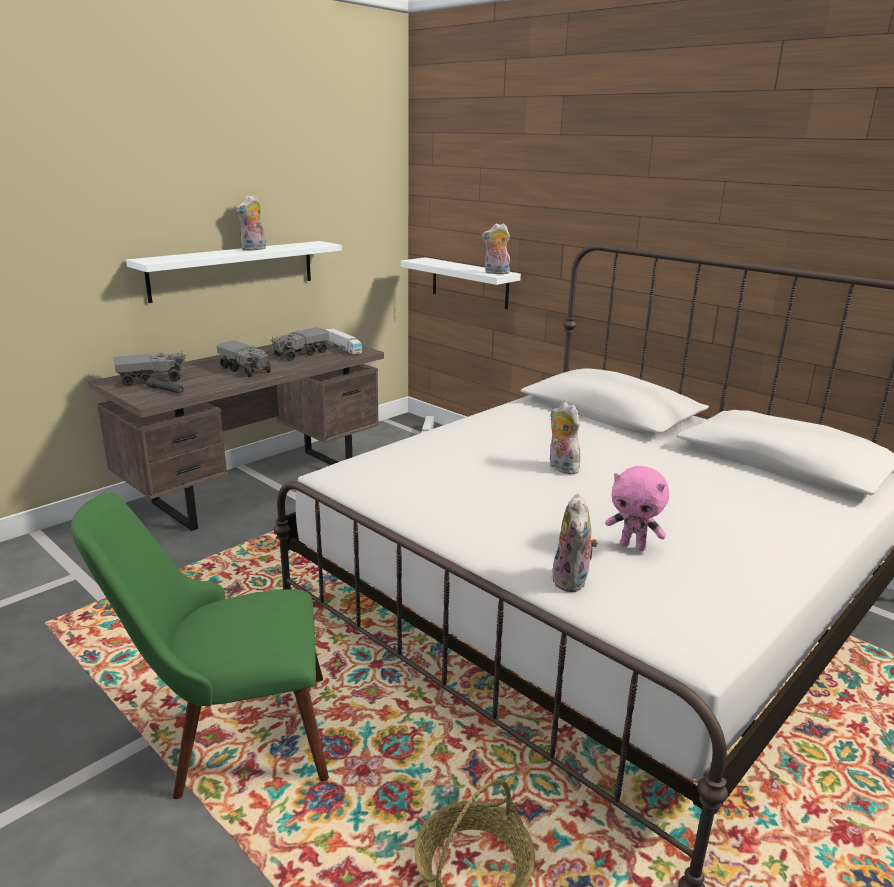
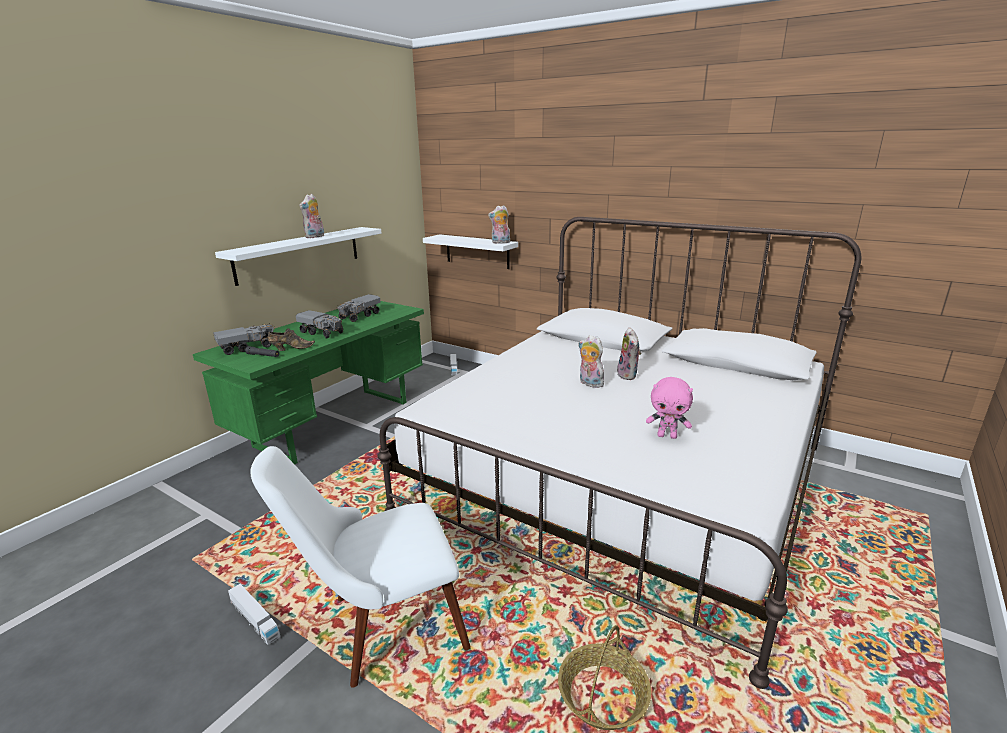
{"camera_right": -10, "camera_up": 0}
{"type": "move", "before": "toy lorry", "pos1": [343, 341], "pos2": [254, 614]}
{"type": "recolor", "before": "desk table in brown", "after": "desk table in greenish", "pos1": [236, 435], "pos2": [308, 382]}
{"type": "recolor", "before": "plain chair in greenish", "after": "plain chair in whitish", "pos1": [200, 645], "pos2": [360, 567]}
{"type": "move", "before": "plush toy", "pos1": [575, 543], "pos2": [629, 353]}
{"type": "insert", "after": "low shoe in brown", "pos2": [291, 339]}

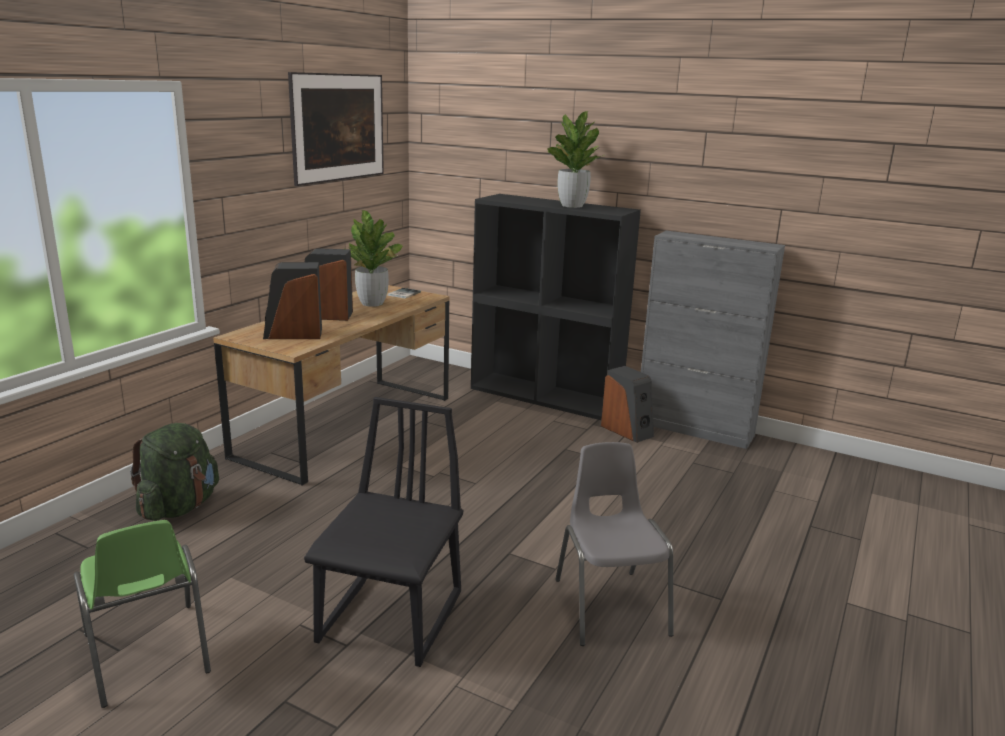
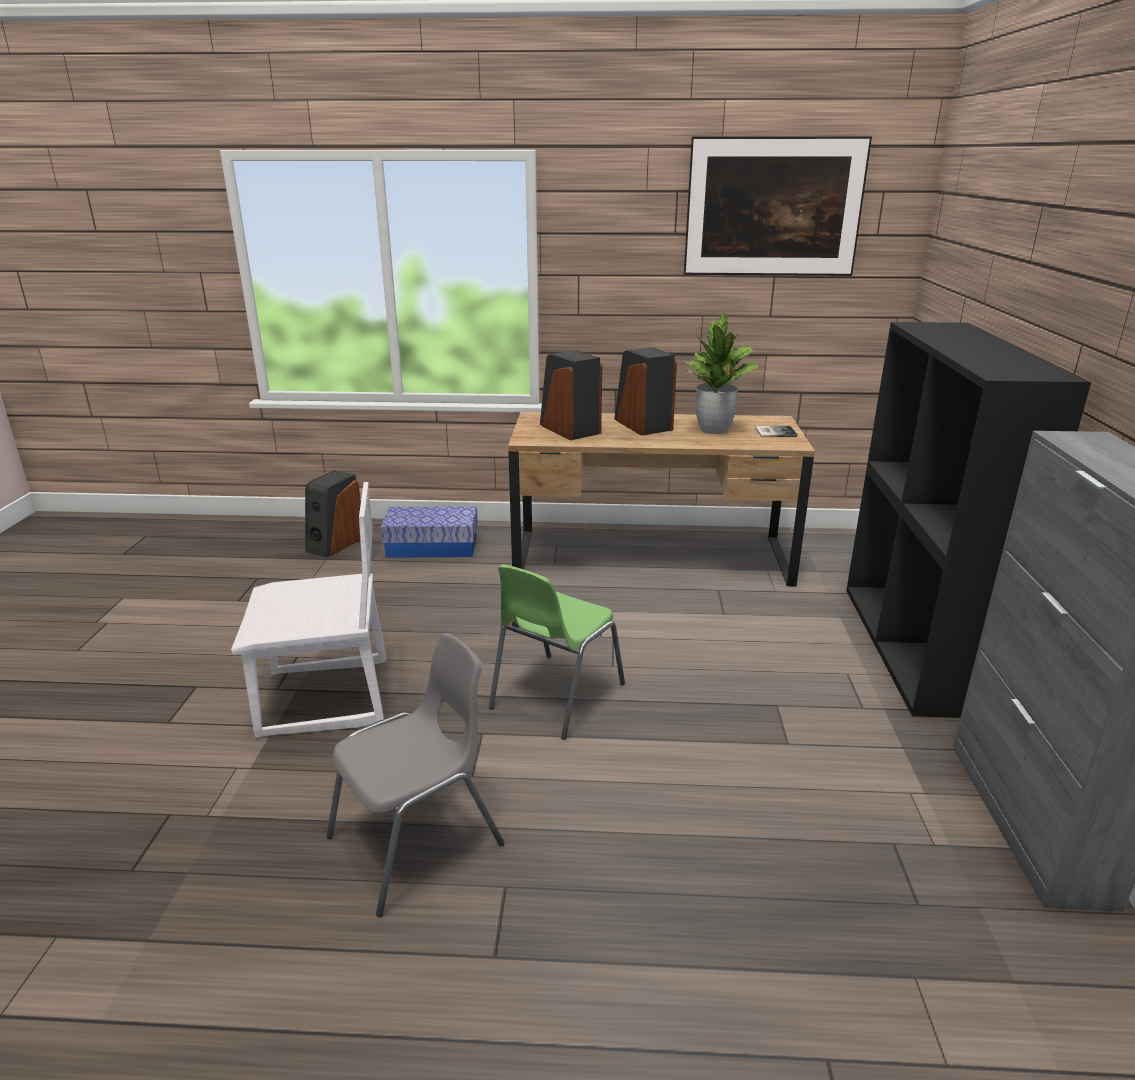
{"camera_right": 65, "camera_up": 5}
{"type": "delete", "before": "potted plant", "pos1": [575, 159]}
{"type": "move", "before": "speaker", "pos1": [627, 404], "pos2": [333, 514]}
{"type": "recolor", "before": "plain chair in black-coloured", "after": "plain chair in whitish", "pos1": [383, 532], "pos2": [308, 610]}
{"type": "replace", "before": "backpack in greenish", "after": "storage box", "pos1": [174, 472], "pos2": [429, 532]}
{"type": "move", "before": "plain chair in greenish", "pos1": [142, 614], "pos2": [557, 652]}

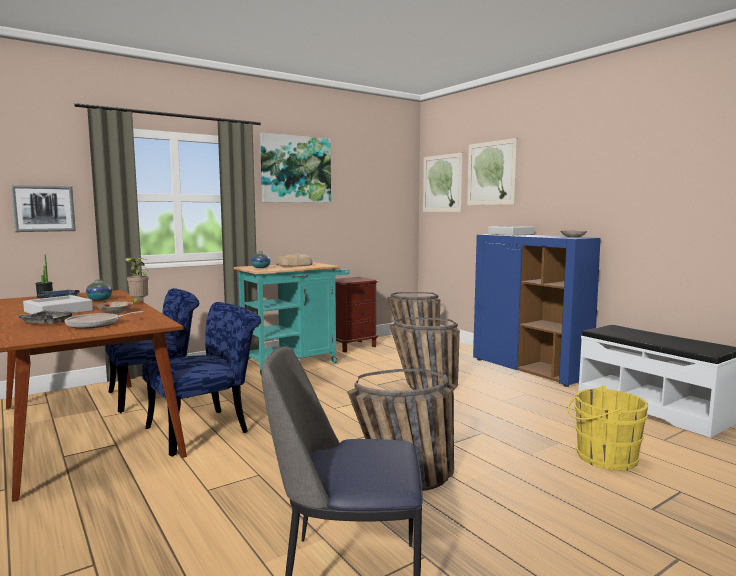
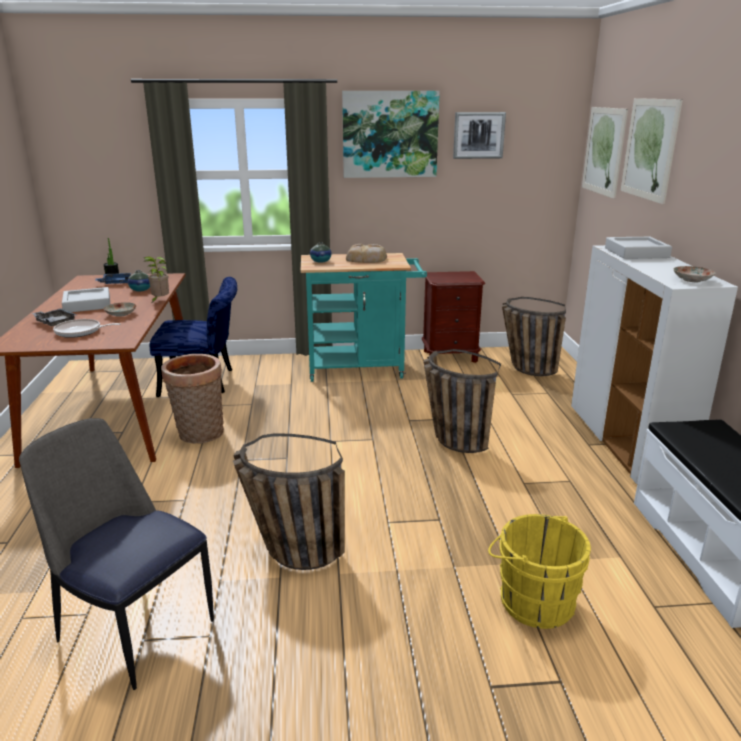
{"camera_right": 30, "camera_up": 15}
{"type": "move", "before": "wall art", "pos1": [43, 208], "pos2": [479, 135]}
{"type": "recolor", "before": "storage cabinet in blue-coloured", "after": "storage cabinet in whitish", "pos1": [537, 310], "pos2": [654, 364]}
{"type": "replace", "before": "plain chair in blue-coloured", "after": "basket", "pos1": [201, 379], "pos2": [192, 399]}

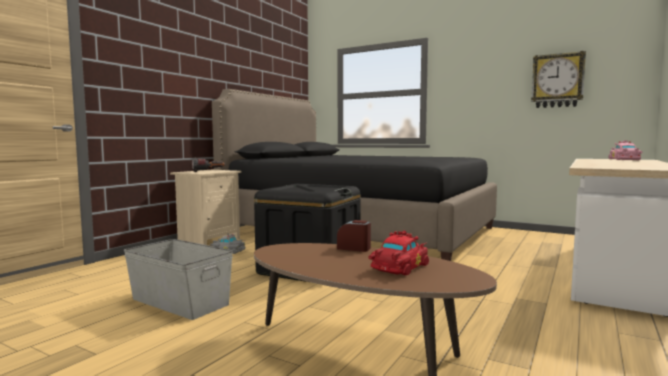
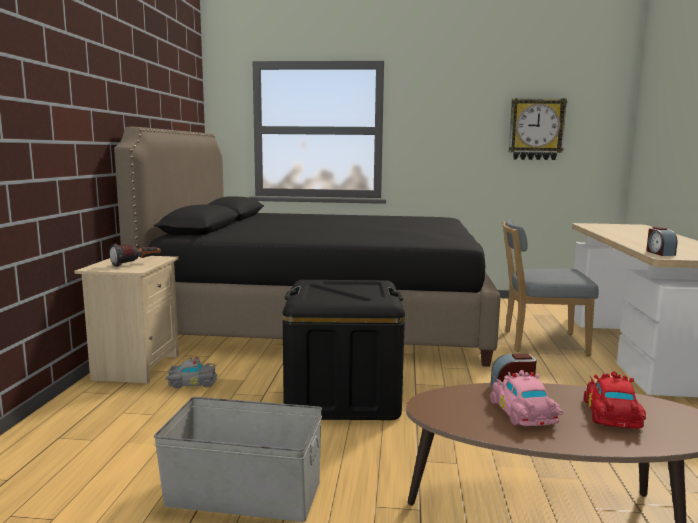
{"camera_right": -25, "camera_up": 5}
{"type": "move", "before": "miniature car in pink-coloured", "pos1": [625, 150], "pos2": [526, 398]}
{"type": "insert", "after": "plain chair in grey", "pos2": [550, 287]}
{"type": "insert", "after": "bedside clock", "pos2": [661, 241]}

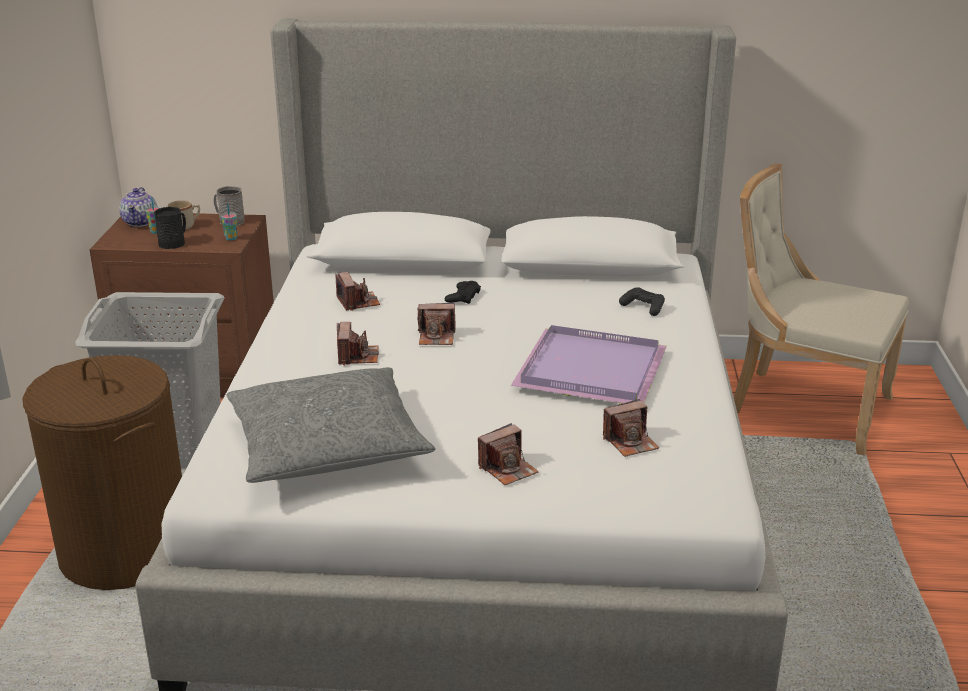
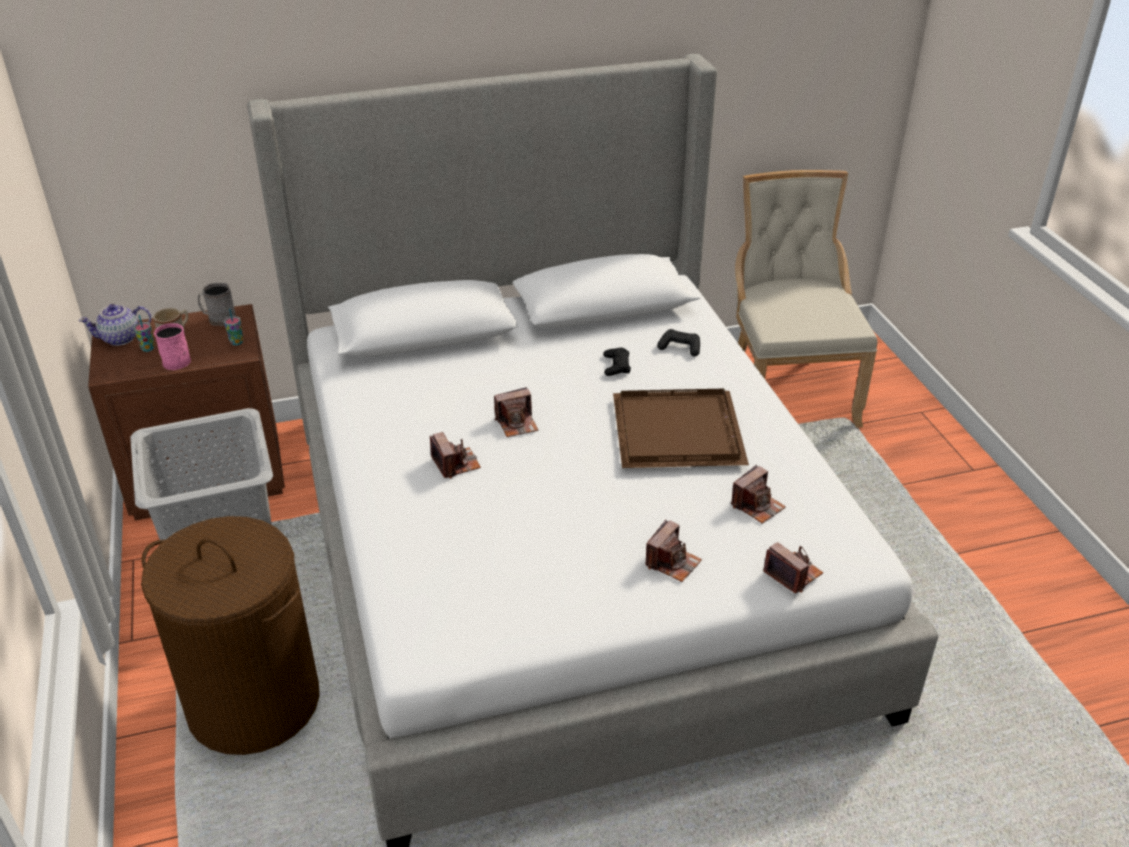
{"camera_right": -20, "camera_up": 10}
{"type": "rotate", "before": "plain chair in sand-coloured", "pos1": [821, 310], "pos2": [806, 299], "turn": 75}
{"type": "rotate", "before": "teapot", "pos1": [138, 207], "pos2": [115, 325], "turn": 90}
{"type": "recolor", "before": "mug in black-coloured", "after": "mug in pink-coloured", "pos1": [170, 228], "pos2": [172, 346]}
{"type": "move", "before": "photo camera", "pos1": [358, 291], "pos2": [793, 567]}
{"type": "move", "before": "game controller in black-coloured", "pos1": [463, 292], "pos2": [617, 361]}
{"type": "recolor", "before": "carrying tray in purple-coloured", "after": "carrying tray in brown", "pos1": [589, 364], "pos2": [681, 428]}
{"type": "delete", "before": "pillow in grey", "pos1": [331, 425]}

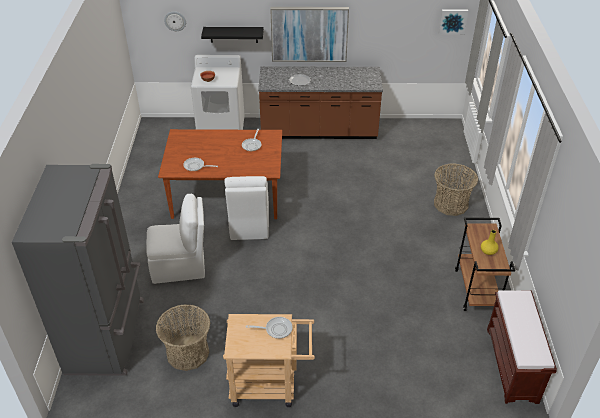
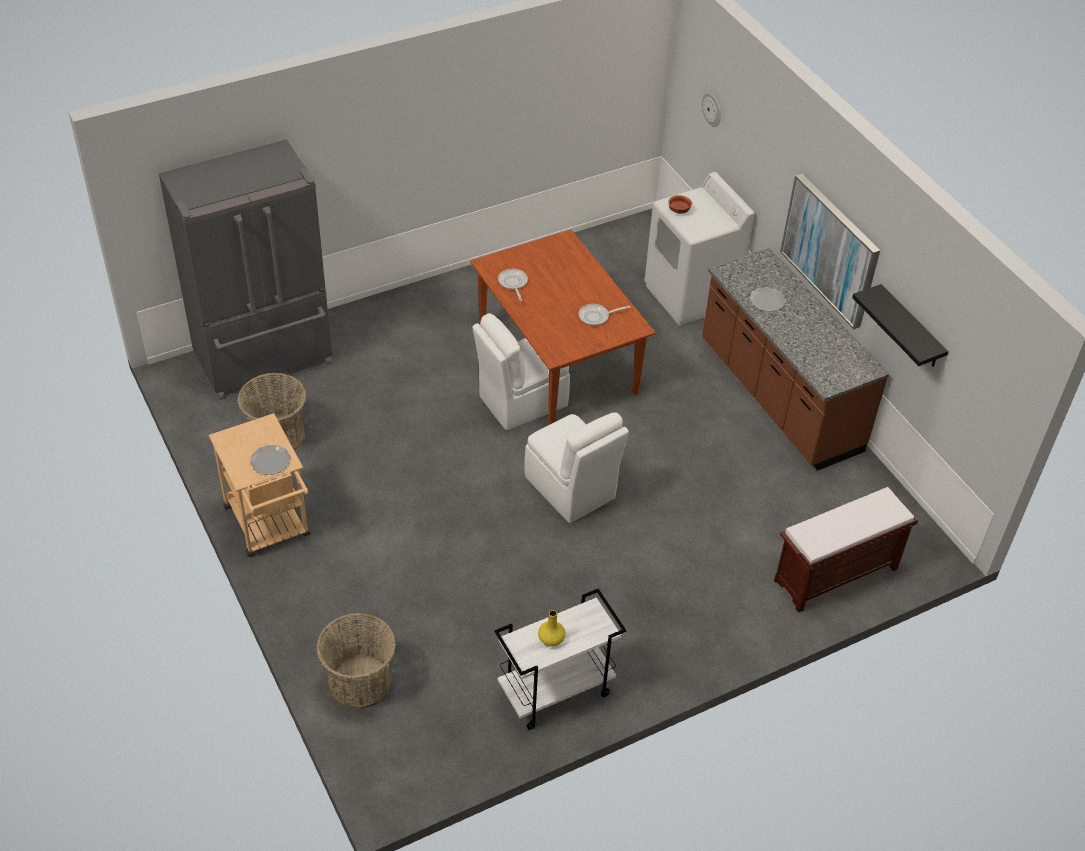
{"camera_right": 60, "camera_up": 5}
{"type": "delete", "before": "wall art", "pos1": [453, 22]}
{"type": "move", "before": "bracket shelf in black-coloured", "pos1": [232, 35], "pos2": [900, 325]}
{"type": "move", "before": "basket", "pos1": [456, 190], "pos2": [356, 661]}
{"type": "move", "before": "plain chair in whitish", "pos1": [175, 239], "pos2": [577, 467]}
{"type": "recolor", "before": "wheeled cart in brown", "after": "wheeled cart in whitish", "pos1": [485, 264], "pos2": [560, 659]}
{"type": "move", "before": "bench in brown", "pos1": [522, 347], "pos2": [846, 550]}
{"type": "replace", "before": "skillet", "after": "dinner plate", "pos1": [269, 328], "pos2": [270, 460]}

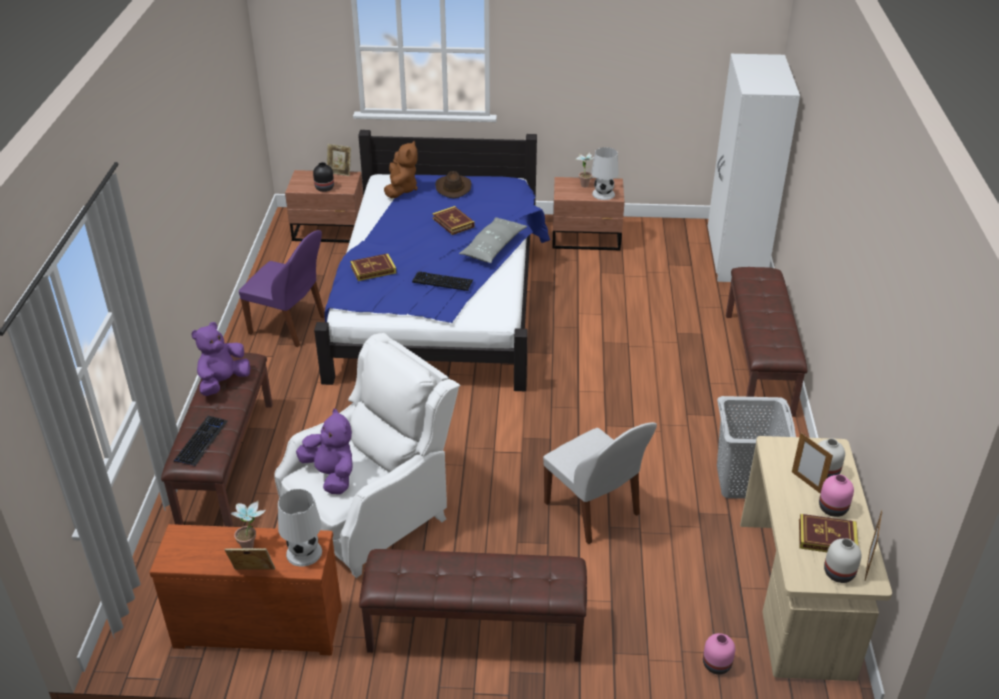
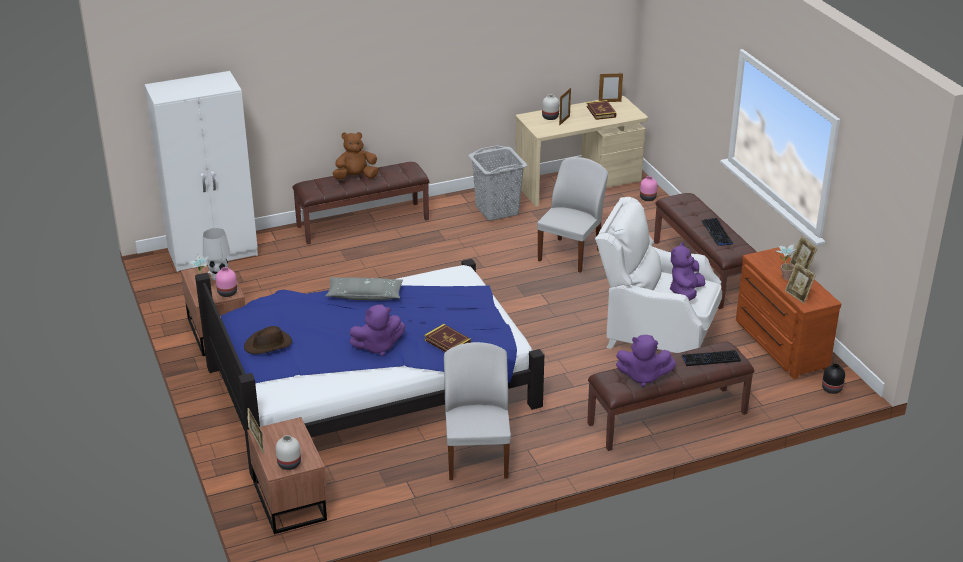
{"camera_right": -115, "camera_up": -5}
{"type": "move", "before": "plush toy in brown", "pos1": [400, 169], "pos2": [355, 155]}
{"type": "move", "before": "vase in black-coloured", "pos1": [323, 177], "pos2": [833, 379]}
{"type": "delete", "before": "book", "pos1": [453, 220]}
{"type": "recolor", "before": "plain chair in purple-coloured", "after": "plain chair in whitish", "pos1": [282, 288], "pos2": [477, 411]}
{"type": "move", "before": "keyboard", "pos1": [442, 281], "pos2": [717, 232]}
{"type": "move", "before": "vase in pink-coloured", "pos1": [836, 495], "pos2": [226, 282]}
{"type": "delete", "before": "table lamp in whitish", "pos1": [300, 528]}
{"type": "move", "before": "vase in whitish", "pos1": [842, 560], "pos2": [288, 452]}
{"type": "insert", "after": "picture frame", "pos2": [800, 283]}
{"type": "insert", "after": "plush toy in purple-coloured", "pos2": [377, 330]}

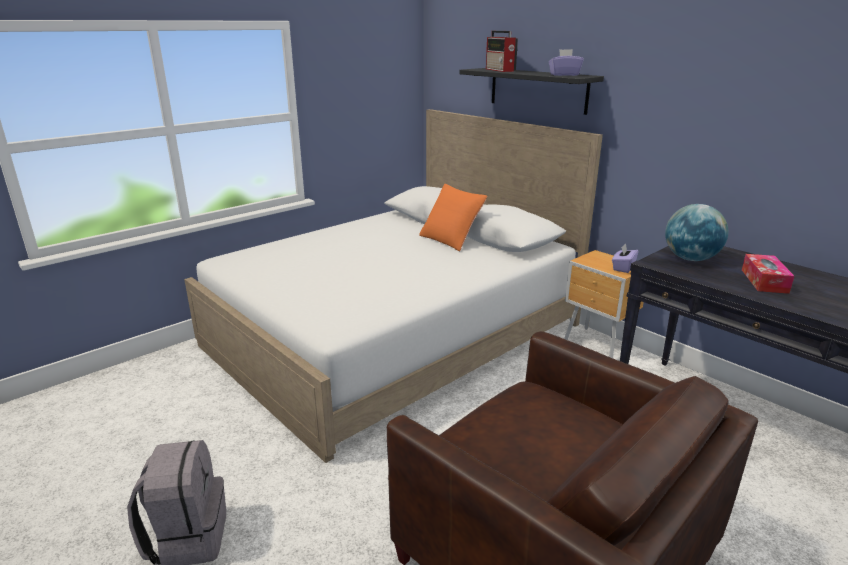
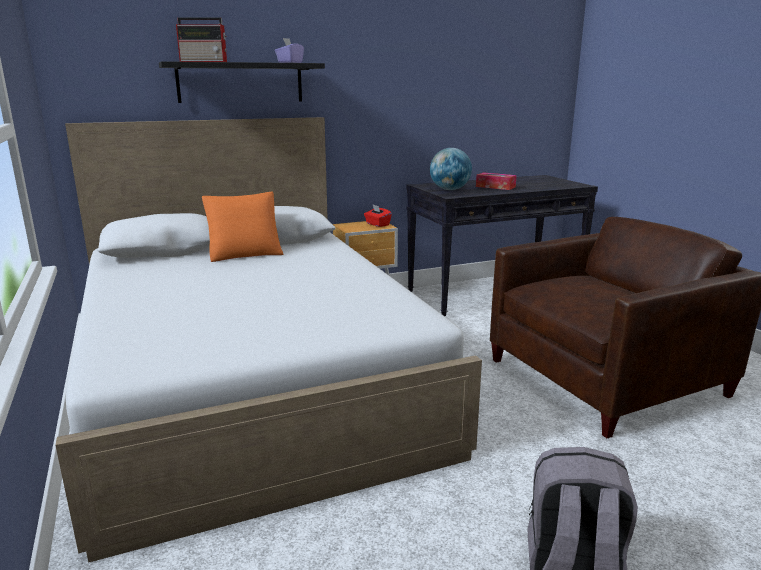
{"camera_right": -70, "camera_up": -5}
{"type": "recolor", "before": "box of tissues in purple-coloured", "after": "box of tissues in red-coloured", "pos1": [625, 258], "pos2": [378, 215]}

